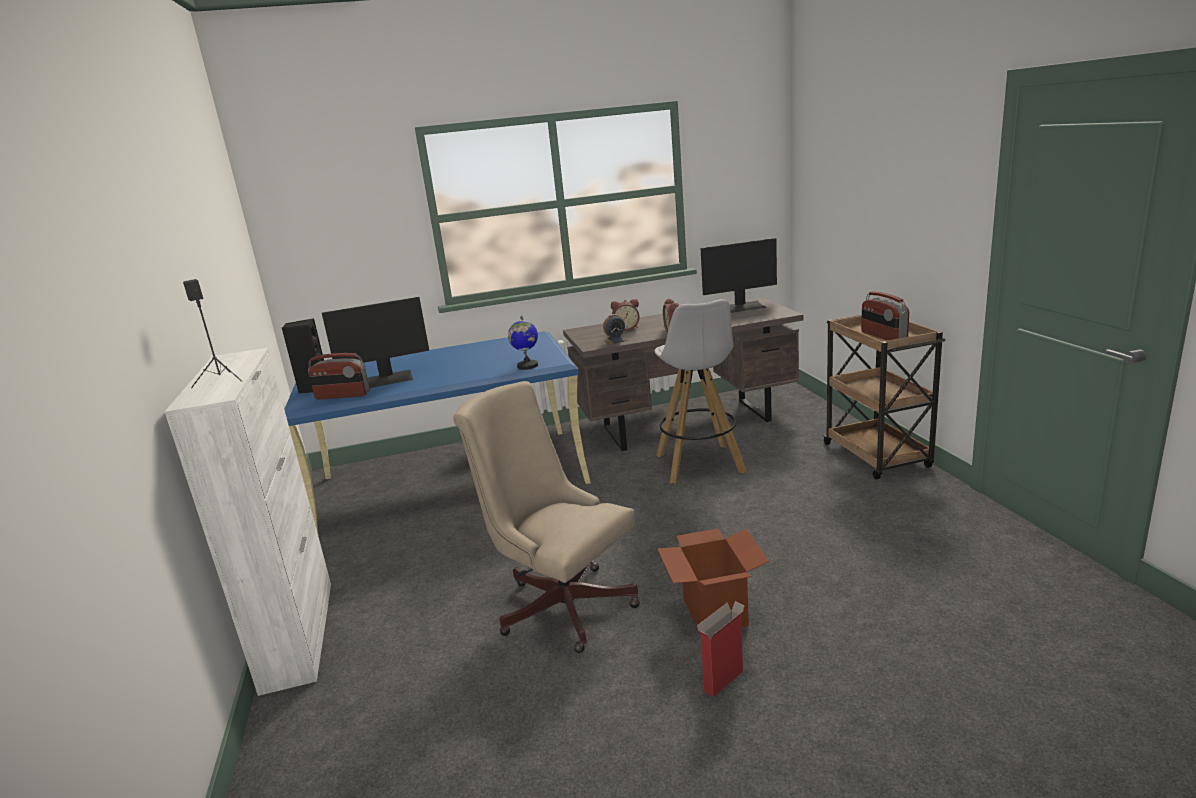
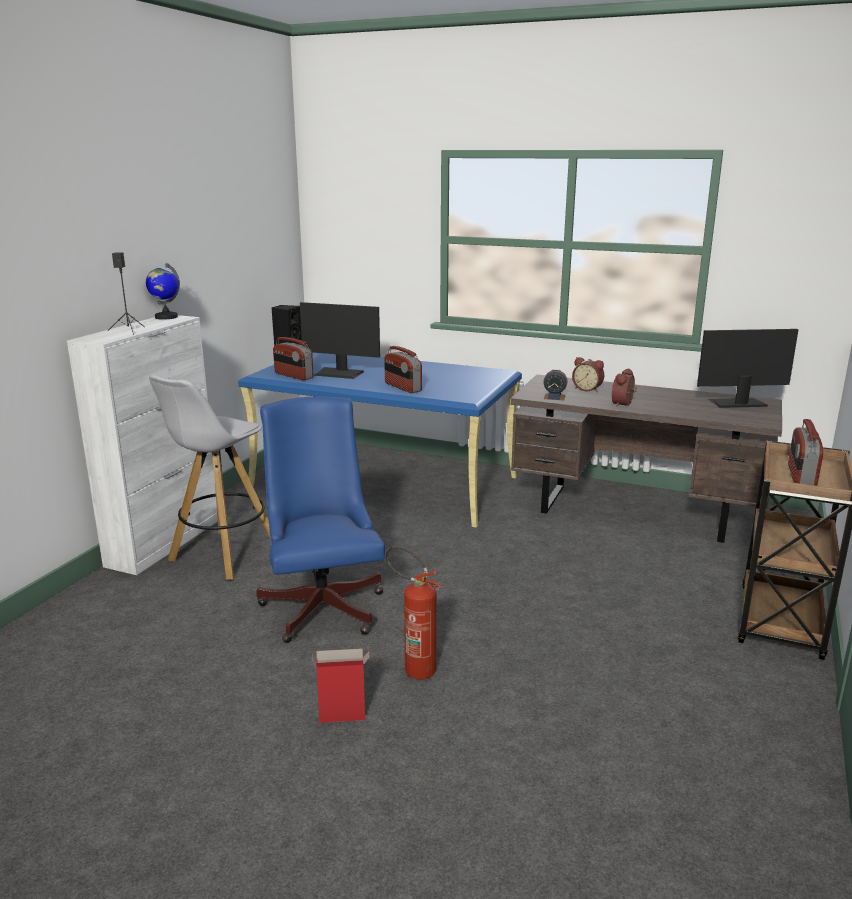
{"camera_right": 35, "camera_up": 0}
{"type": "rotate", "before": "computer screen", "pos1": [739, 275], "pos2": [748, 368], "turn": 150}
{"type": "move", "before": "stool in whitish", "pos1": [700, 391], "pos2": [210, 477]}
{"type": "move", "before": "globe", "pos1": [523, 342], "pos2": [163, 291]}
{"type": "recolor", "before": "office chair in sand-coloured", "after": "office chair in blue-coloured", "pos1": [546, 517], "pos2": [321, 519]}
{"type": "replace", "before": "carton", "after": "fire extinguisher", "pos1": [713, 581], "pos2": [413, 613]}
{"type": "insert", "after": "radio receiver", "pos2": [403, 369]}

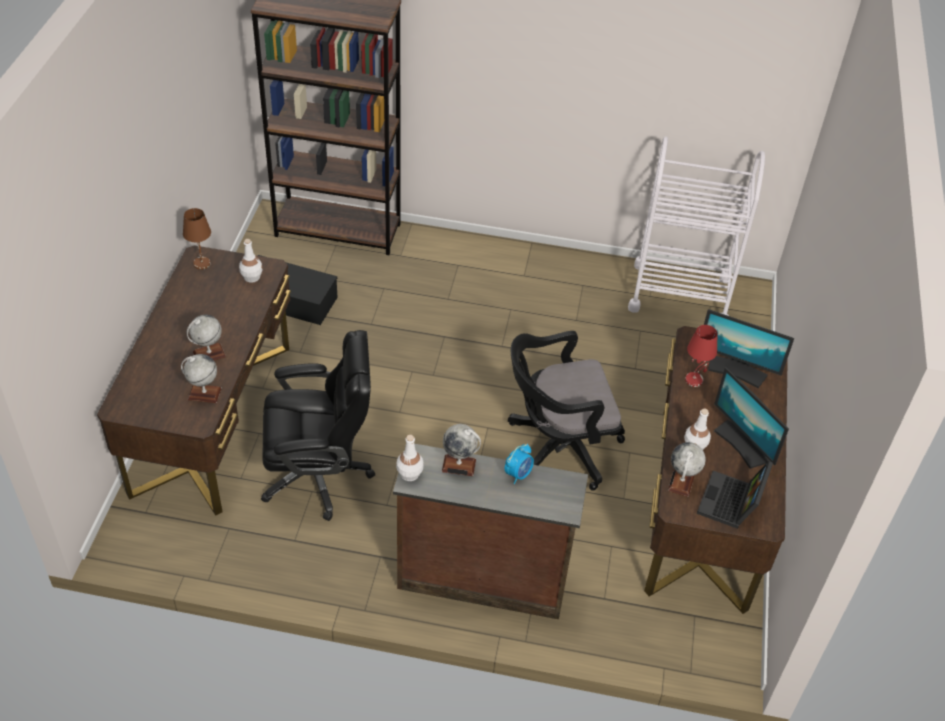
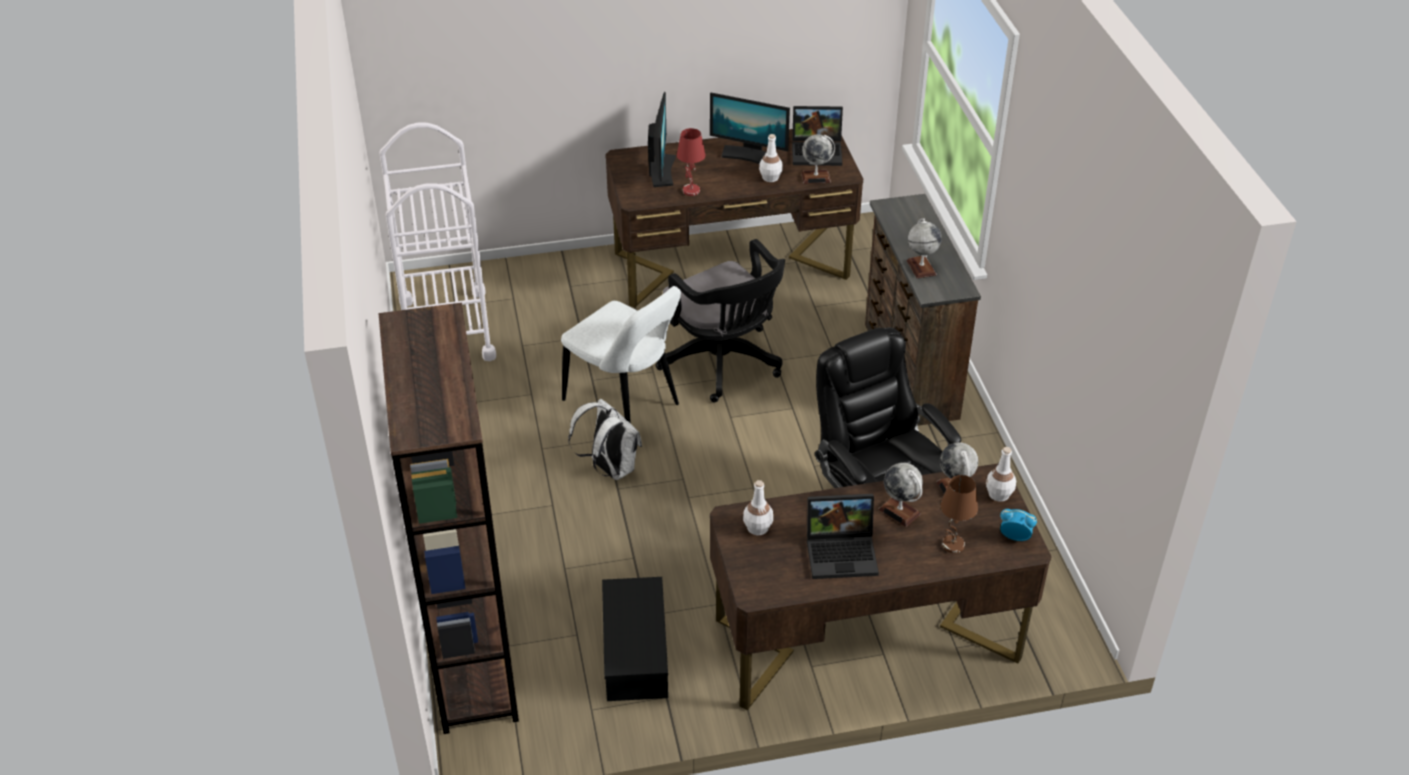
{"camera_right": -110, "camera_up": -5}
{"type": "move", "before": "table lamp in brown", "pos1": [197, 239], "pos2": [959, 514]}
{"type": "rotate", "before": "computer screen", "pos1": [751, 418], "pos2": [750, 128], "turn": 75}
{"type": "move", "before": "beverage bottle in whitish", "pos1": [410, 458], "pos2": [1001, 474]}
{"type": "move", "before": "bedside clock", "pos1": [519, 463], "pos2": [1018, 525]}
{"type": "insert", "after": "plain chair in whitish", "pos2": [621, 355]}
{"type": "insert", "after": "backpack in whitish", "pos2": [605, 439]}
{"type": "insert", "after": "laptop", "pos2": [843, 536]}

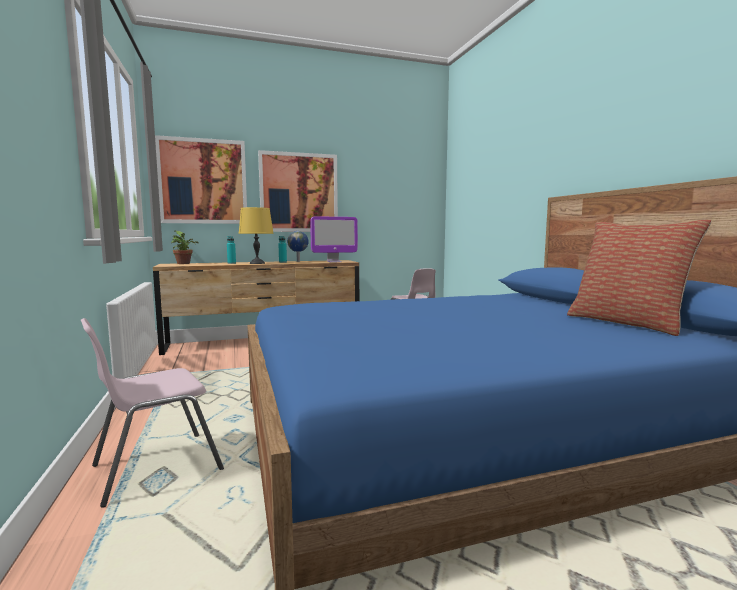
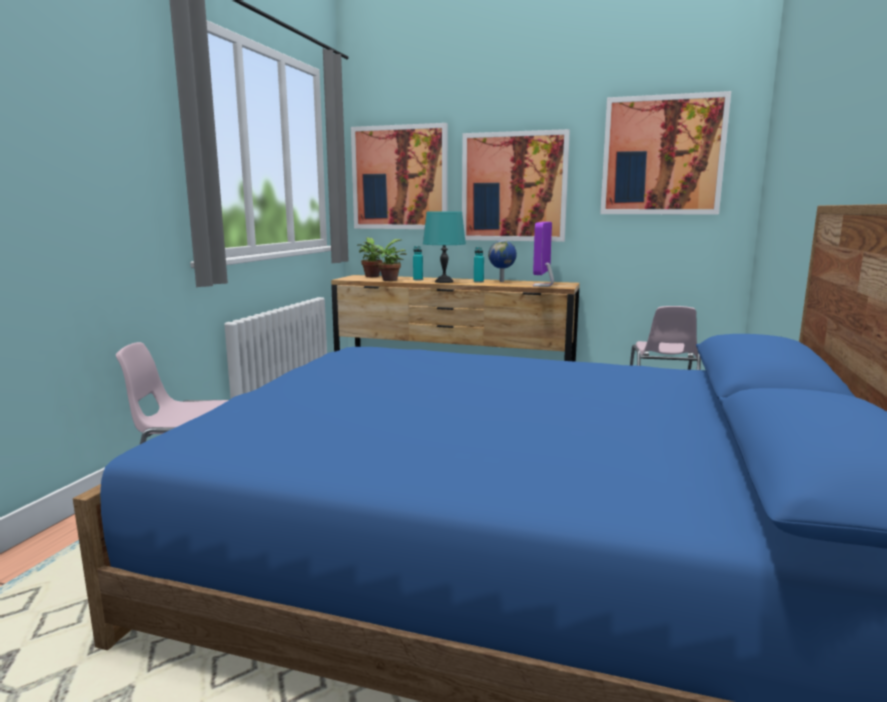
{"camera_right": 35, "camera_up": 5}
{"type": "recolor", "before": "table lamp in yellow-coloured", "after": "table lamp in blue-green", "pos1": [256, 235], "pos2": [444, 247]}
{"type": "rotate", "before": "computer screen", "pos1": [334, 240], "pos2": [543, 254], "turn": 90}
{"type": "delete", "before": "pillow", "pos1": [639, 278]}
{"type": "insert", "after": "wall art", "pos2": [665, 152]}
{"type": "insert", "after": "potted plant", "pos2": [387, 260]}

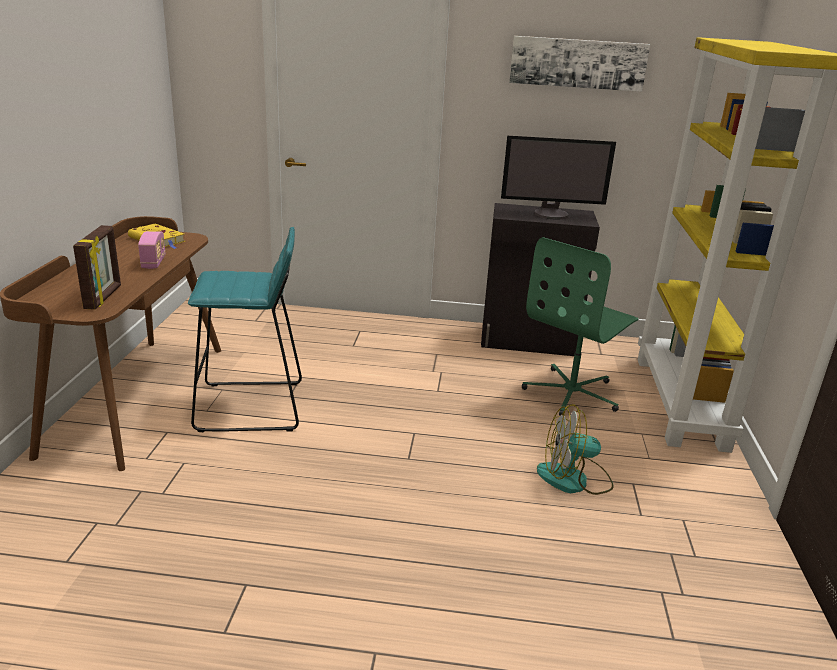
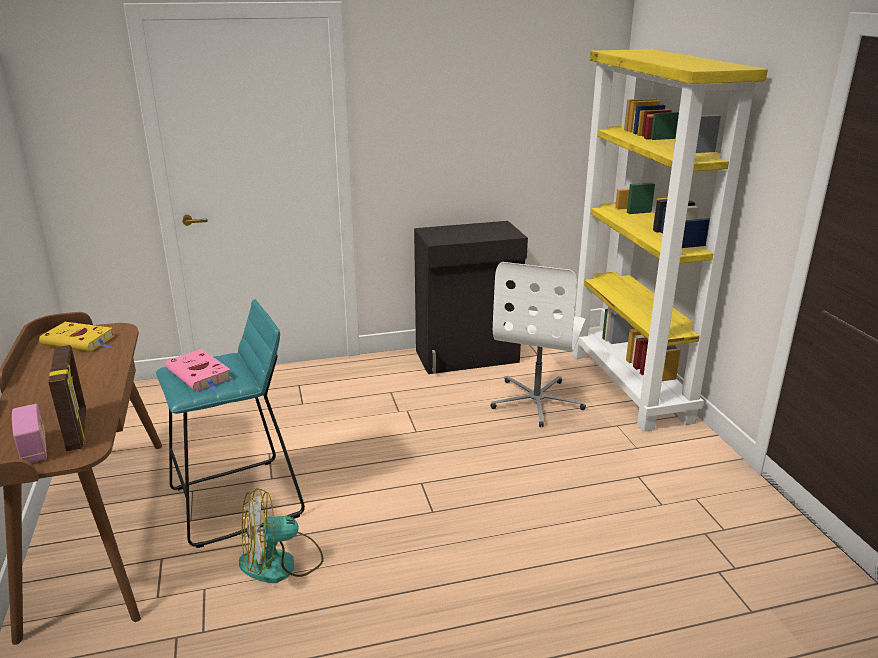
{"camera_right": -20, "camera_up": 0}
{"type": "delete", "before": "wall art", "pos1": [579, 64]}
{"type": "delete", "before": "computer screen", "pos1": [558, 178]}
{"type": "move", "before": "radio receiver", "pos1": [152, 250], "pos2": [29, 433]}
{"type": "recolor", "before": "office chair in greenish", "after": "office chair in whitish", "pos1": [580, 326], "pos2": [538, 344]}
{"type": "move", "before": "cooling fan", "pos1": [575, 449], "pos2": [281, 535]}
{"type": "insert", "after": "book in pink-coloured", "pos2": [198, 370]}

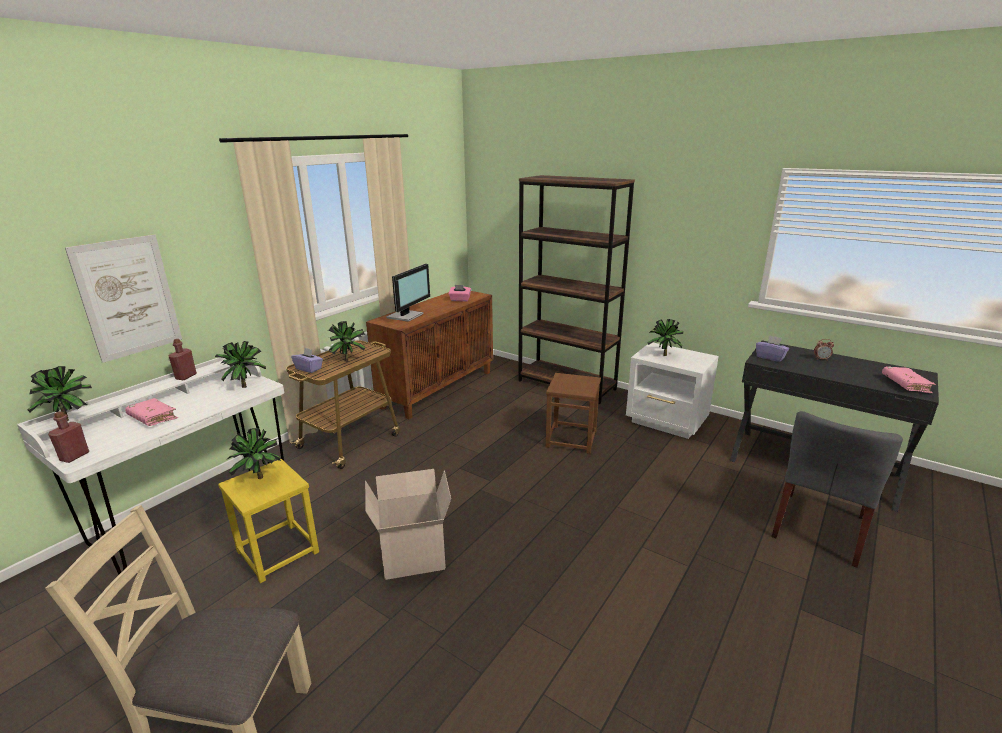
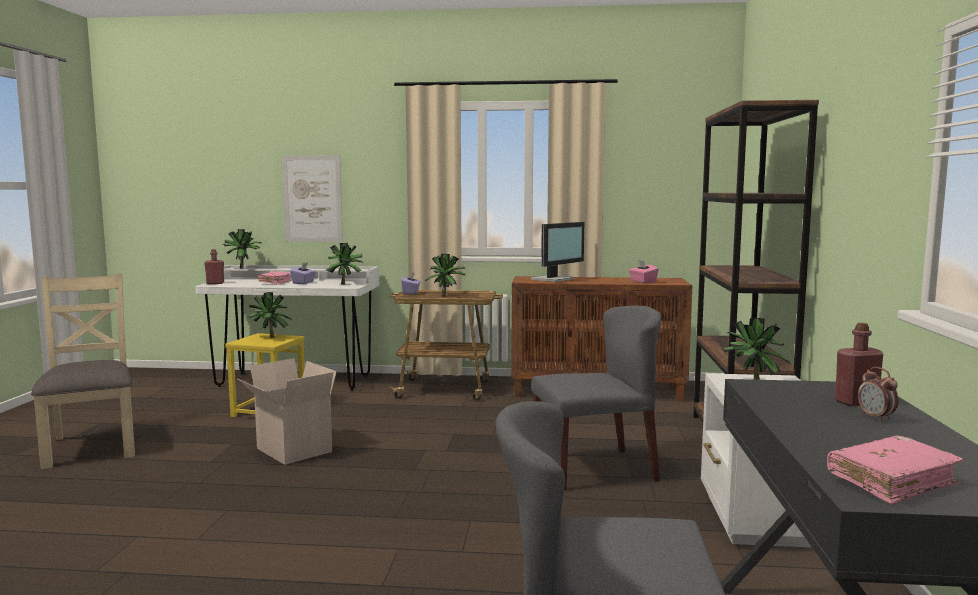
{"camera_right": 60, "camera_up": -15}
{"type": "rotate", "before": "computer screen", "pos1": [408, 293], "pos2": [557, 252], "turn": -45}
{"type": "move", "before": "box of tissues in purple-coloured", "pos1": [772, 348], "pos2": [303, 273]}
{"type": "move", "before": "beverage bottle in red-coloured", "pos1": [183, 359], "pos2": [859, 364]}
{"type": "replace", "before": "stool in brown", "after": "plain chair in grey", "pos1": [573, 413], "pos2": [596, 398]}

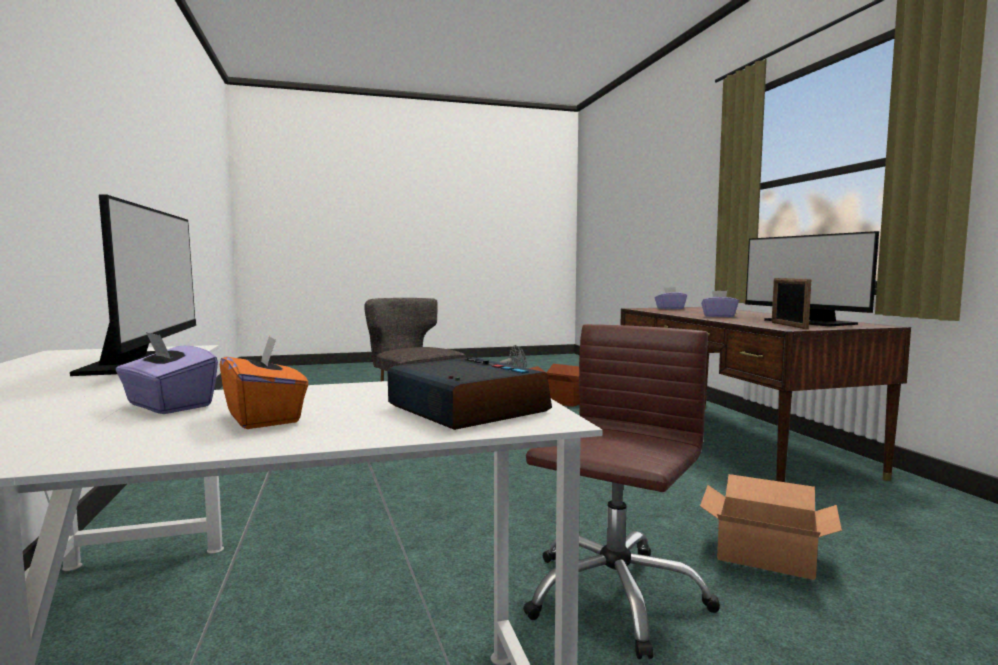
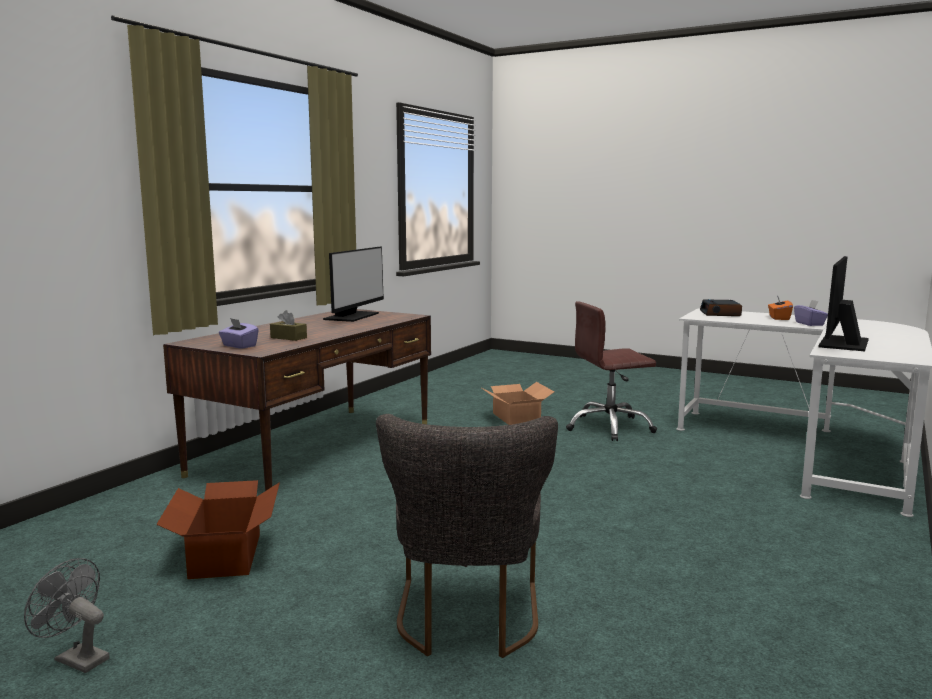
{"camera_right": -135, "camera_up": 5}
{"type": "delete", "before": "picture frame", "pos1": [792, 303]}
{"type": "delete", "before": "box of tissues in purple-coloured", "pos1": [720, 304]}
{"type": "insert", "after": "box of tissues in brown", "pos2": [288, 325]}

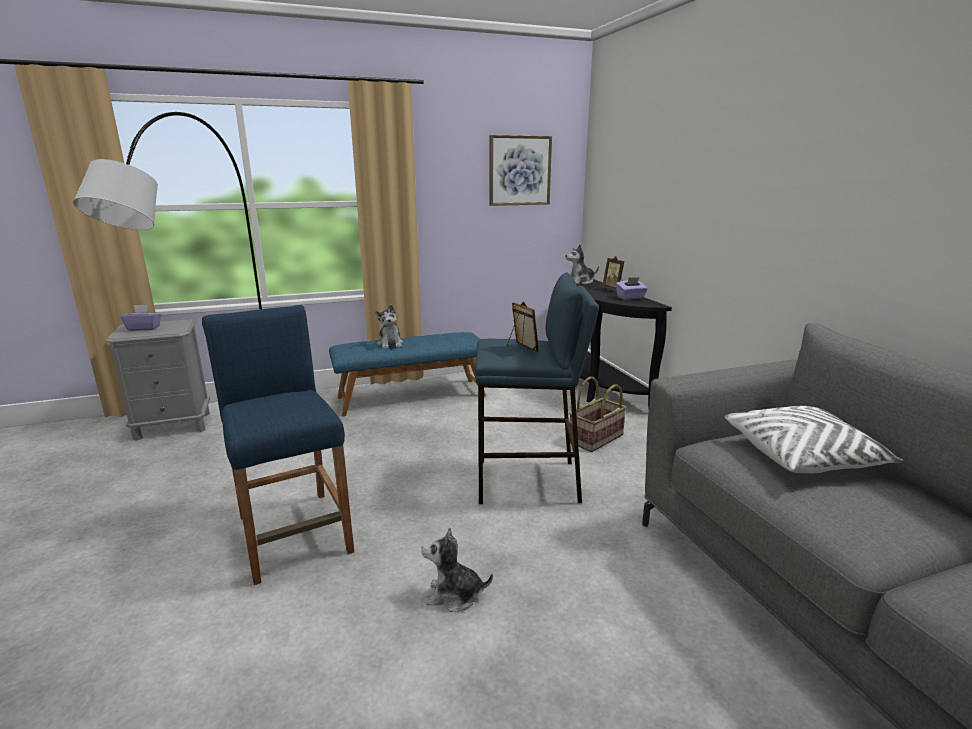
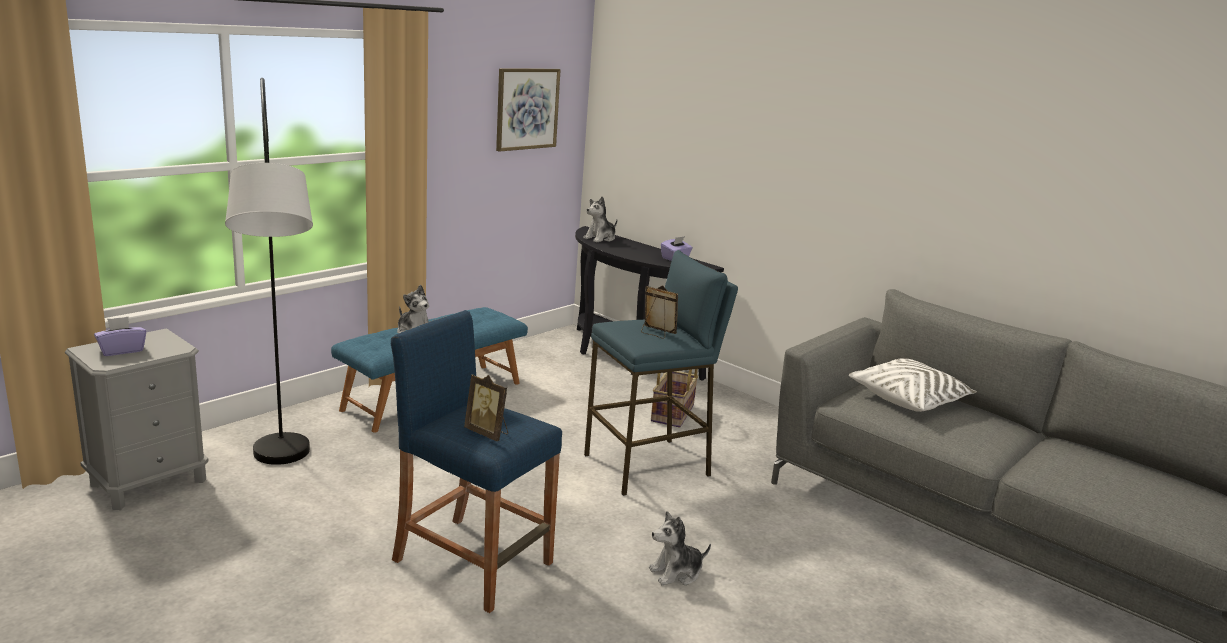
{"camera_right": -30, "camera_up": 0}
{"type": "move", "before": "picture frame", "pos1": [613, 273], "pos2": [486, 407]}

